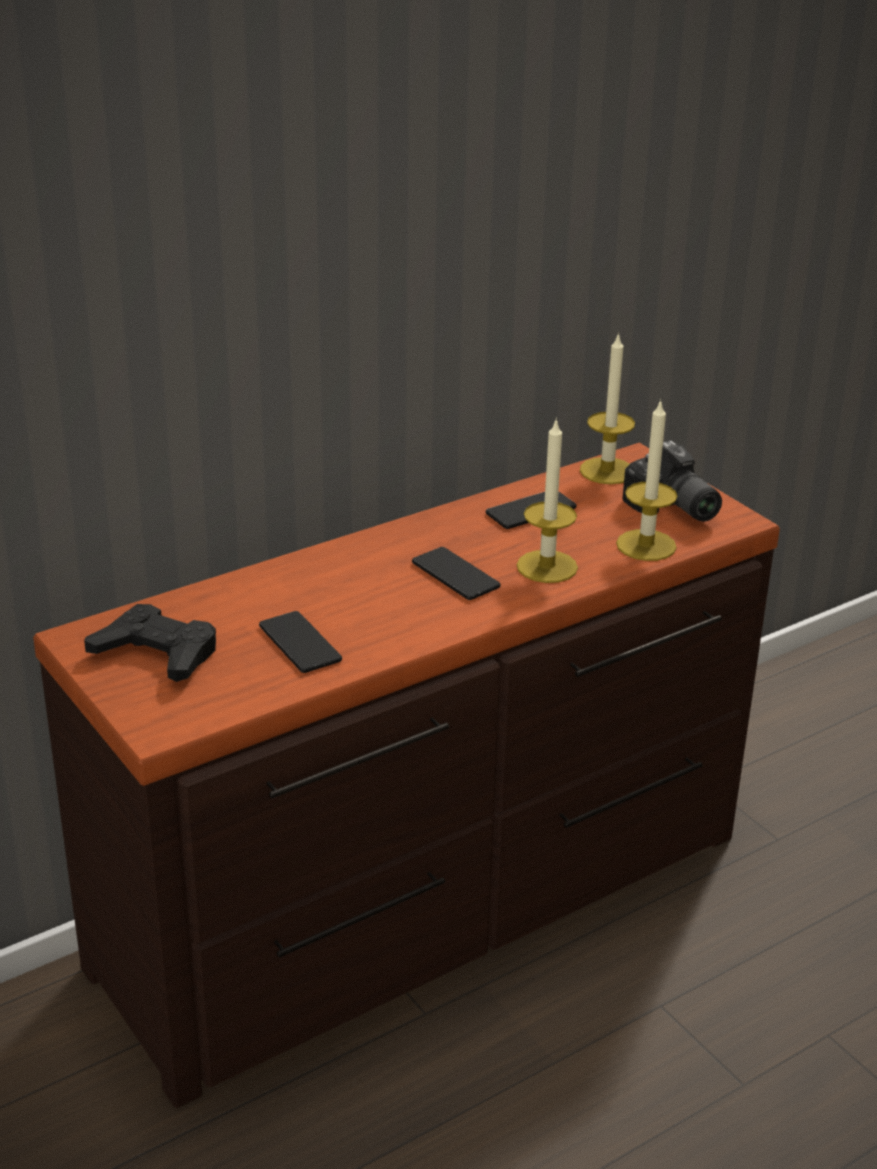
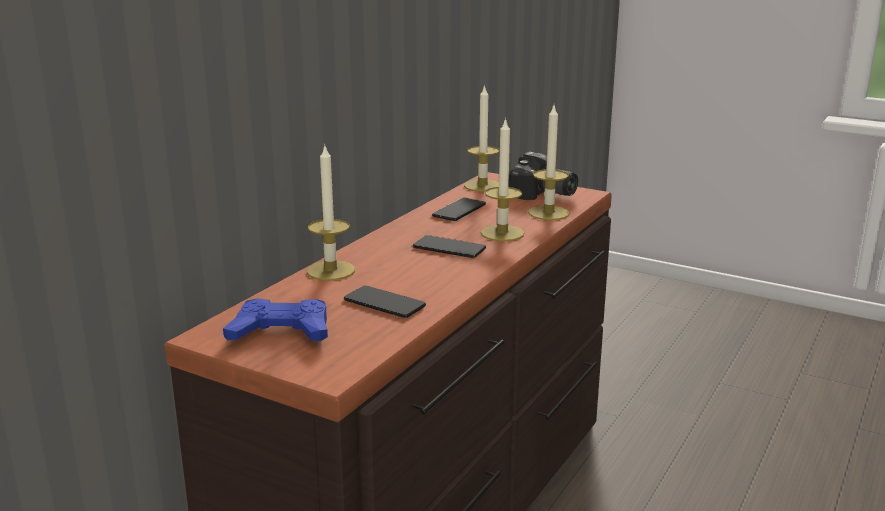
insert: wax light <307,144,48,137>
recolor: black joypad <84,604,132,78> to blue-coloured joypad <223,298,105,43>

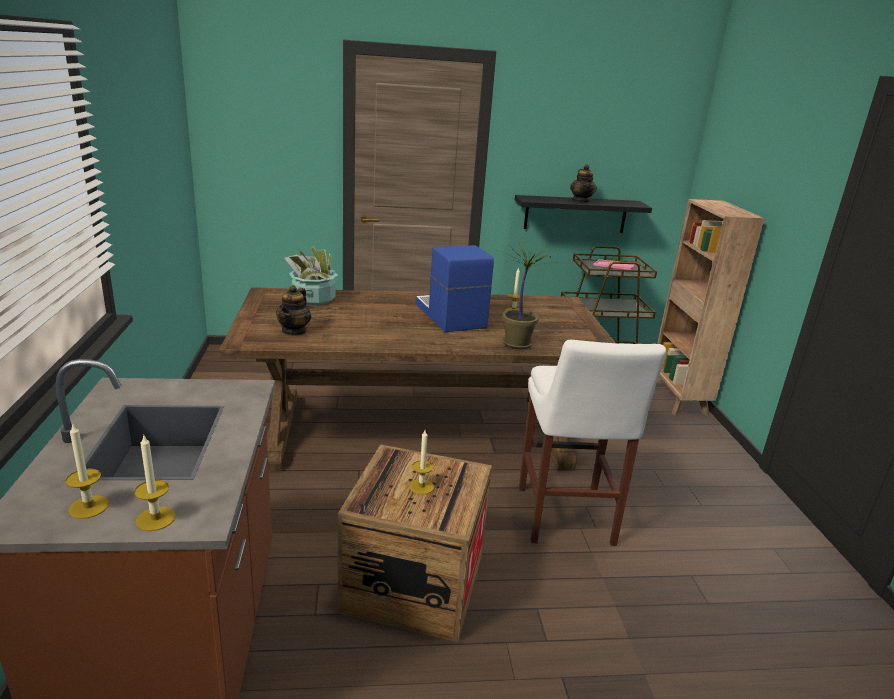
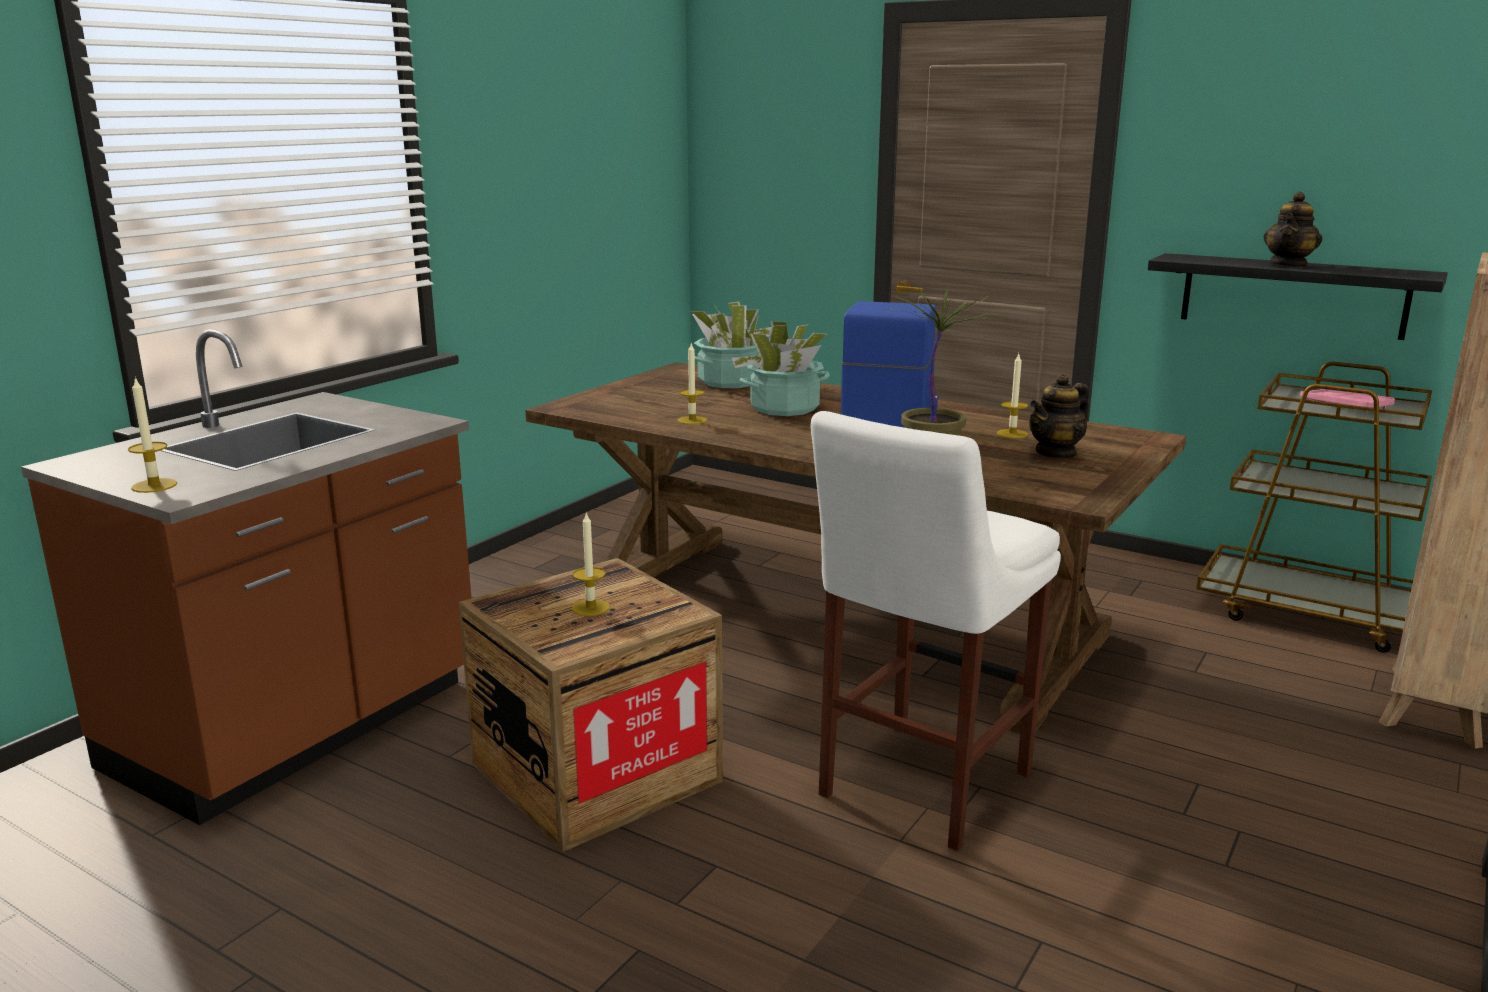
insert: plant in a pot <732,321,98,95>
move: wax light <65,424,44,95> to <678,343,29,82>; tea pot <276,285,35,51> to <1029,373,60,86>

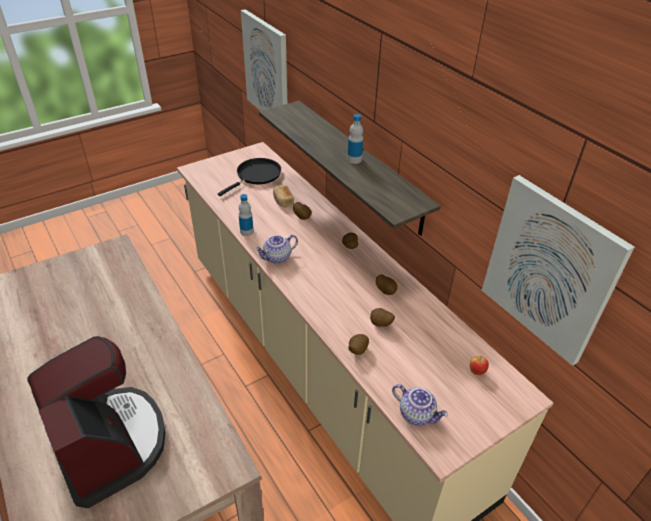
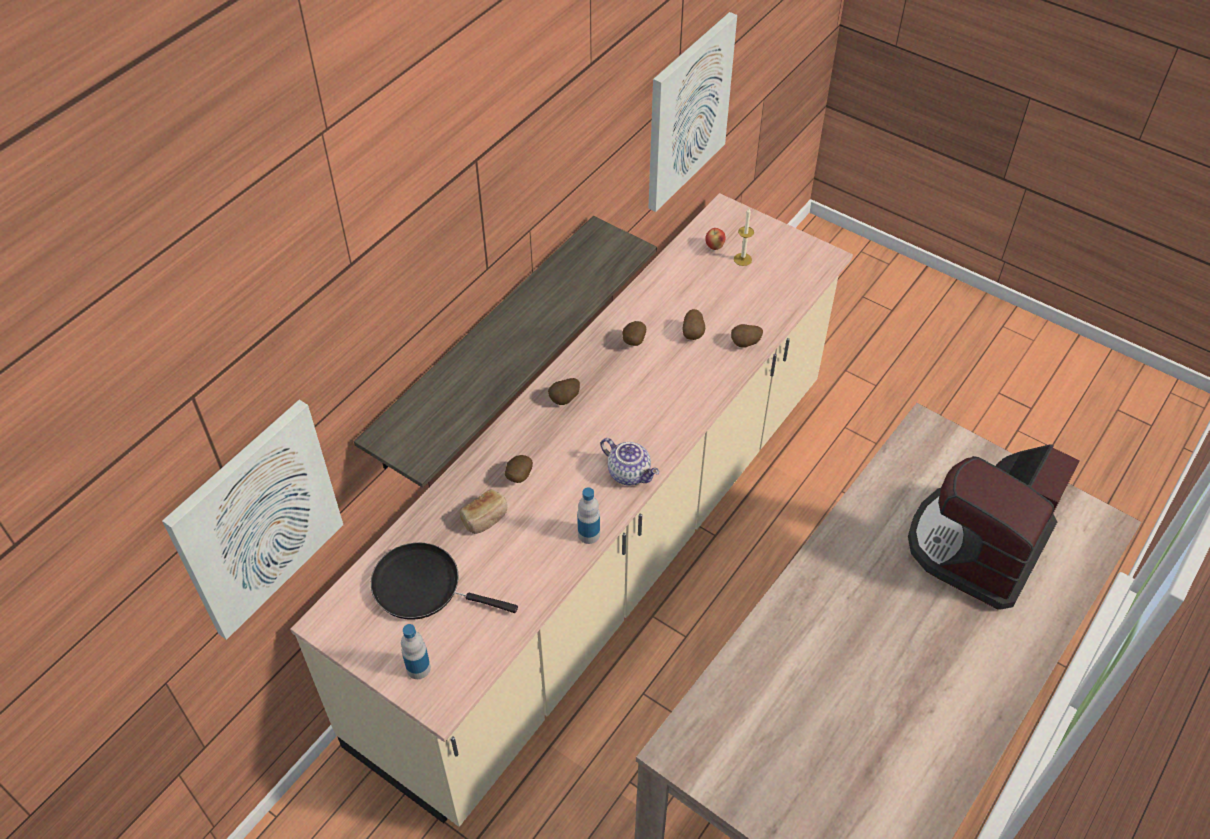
delete: tea pot <392,384,56,42>
insert: wax light <734,209,20,57>
move: beverage bottle <347,114,16,50> to <401,624,30,55>

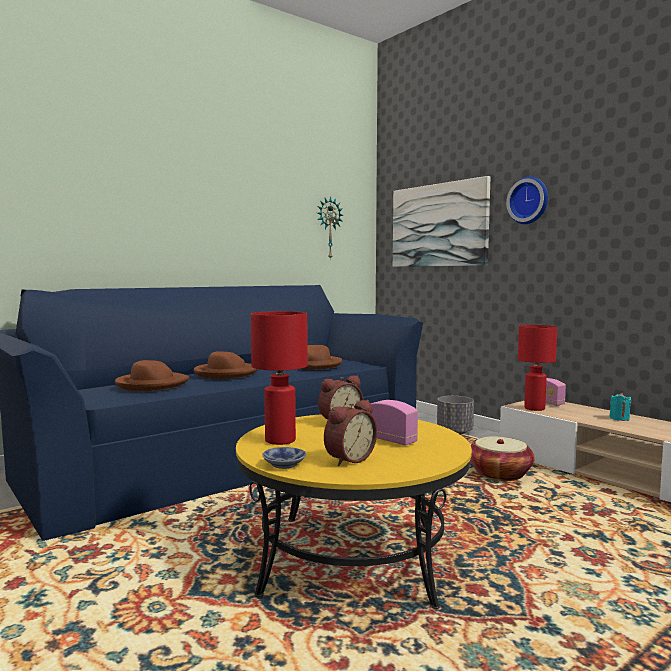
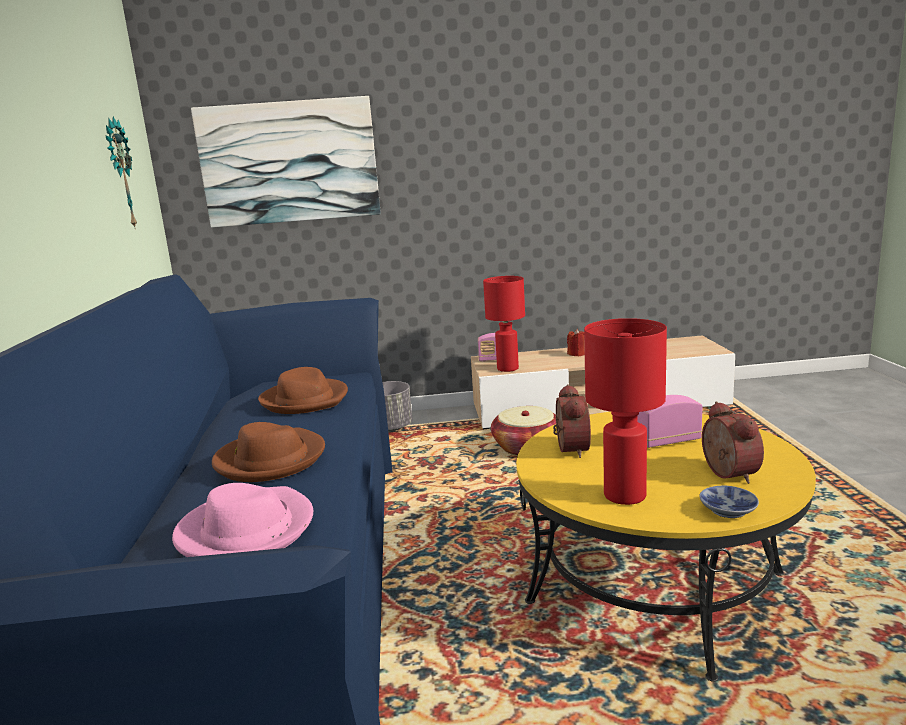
delete: hanging clock <506,177,42,47>
recolor: brown wearable hat <115,360,74,31> to pink wearable hat <172,483,141,74>; turquoise wax light <610,393,21,28> to reddish wax light <567,329,18,27>

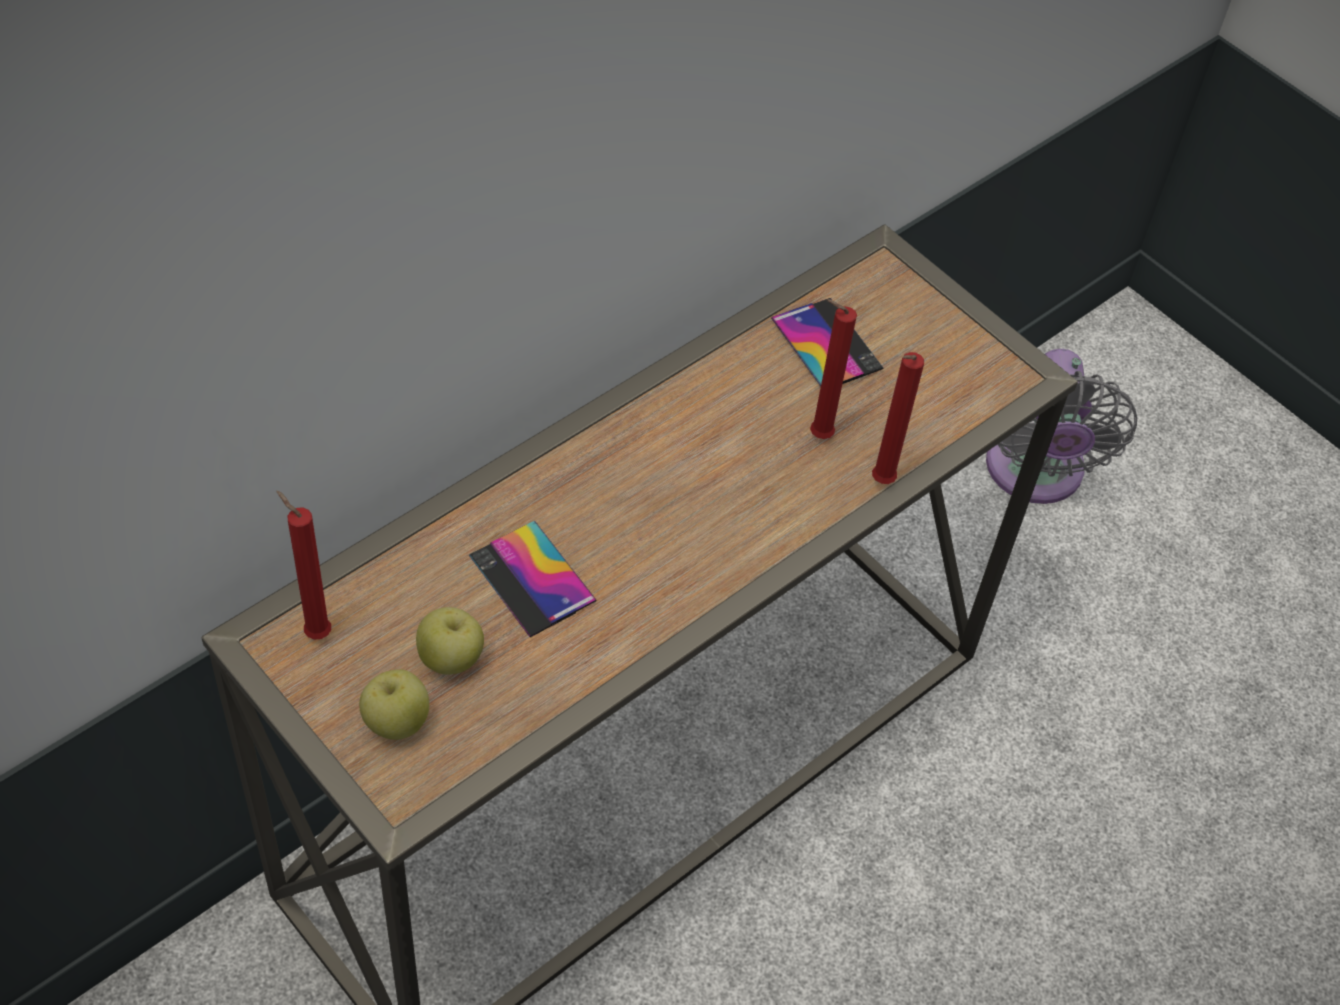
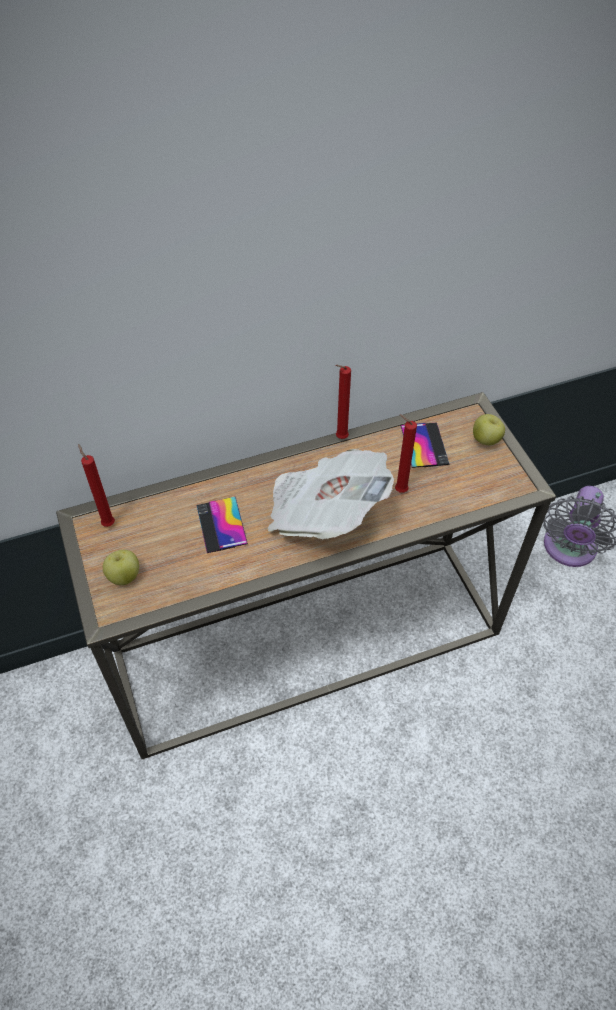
insert: printed paper <268,449,126,90>
move: reddish wax light <872,352,52,132> to <335,365,16,74>; apple fruit <416,607,68,68> to <473,414,32,31>

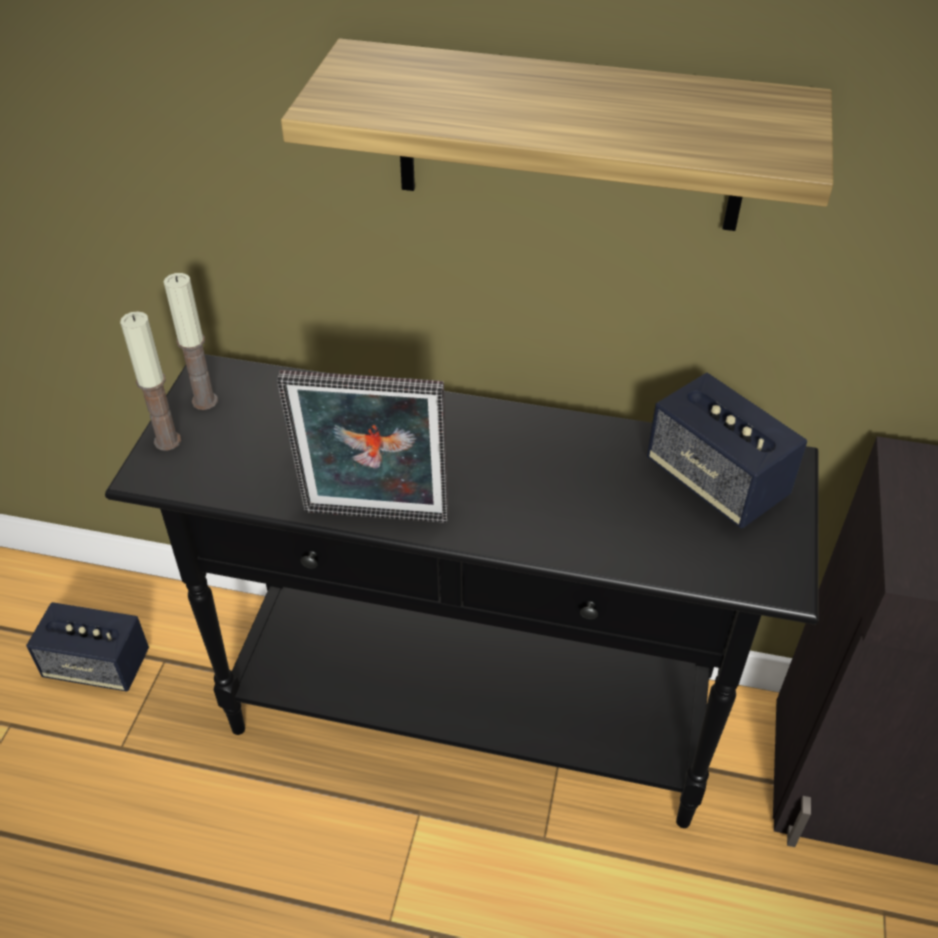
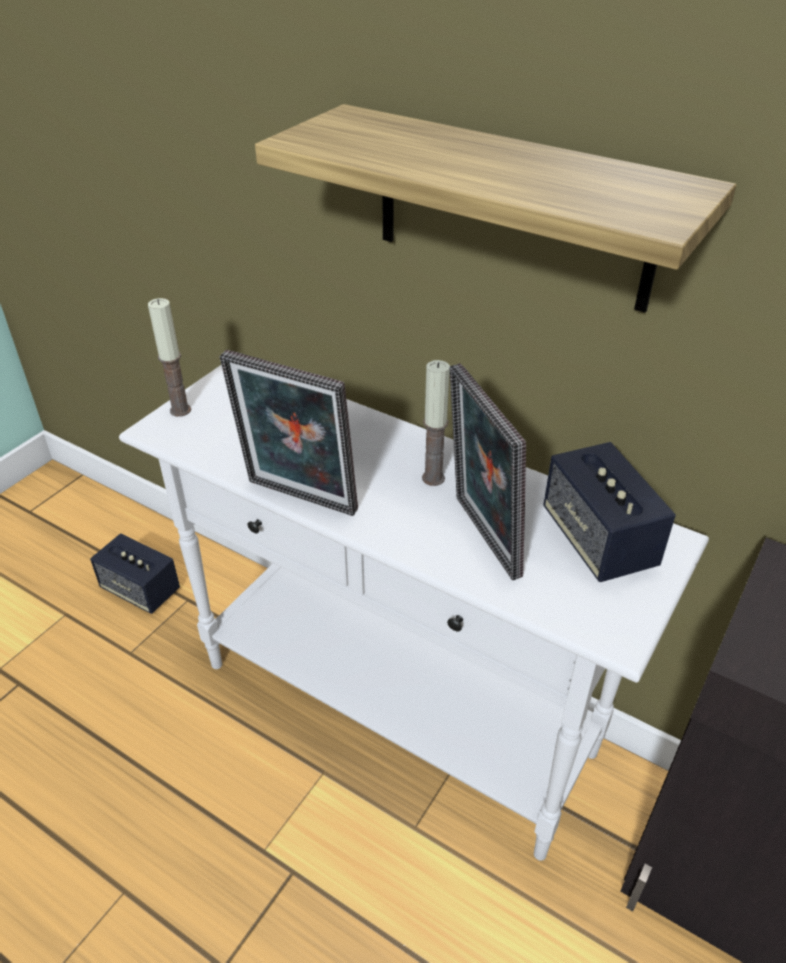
insert: standing frame <449,363,77,217>
move: wax light <164,273,54,137> to <422,360,28,126>
recolor: black narrow table <105,354,713,474> to white-coloured narrow table <119,365,590,496>

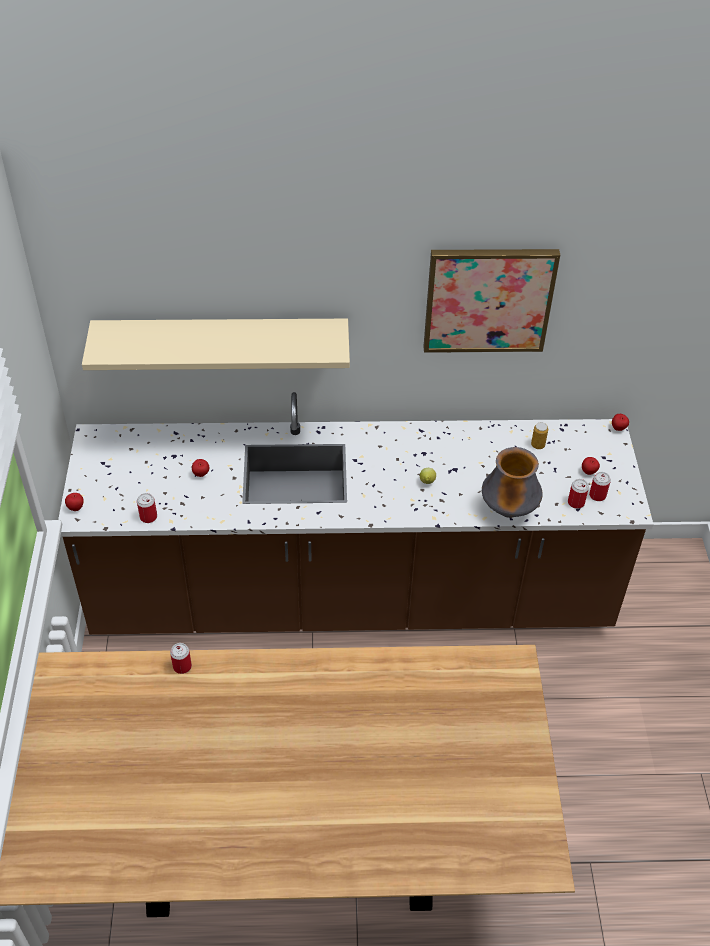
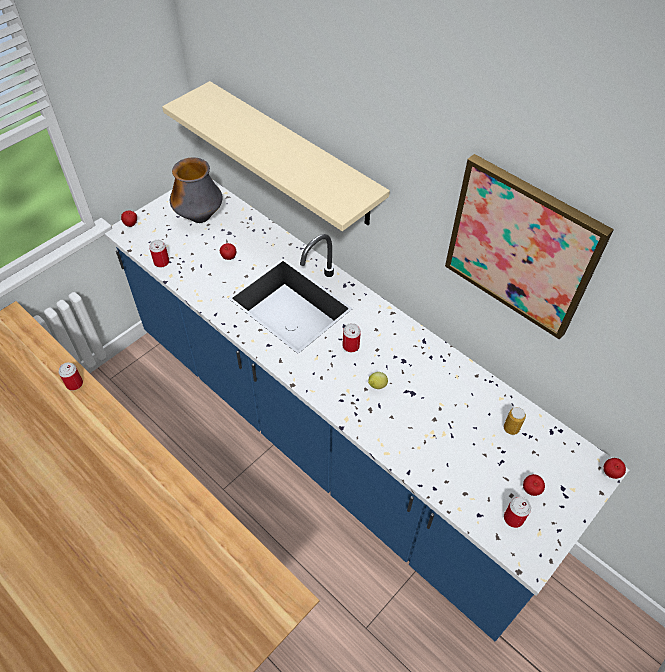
move: flower vase <482,447,61,71> to <170,158,53,65>; metal can <568,479,21,30> to <342,323,19,29>
recolor: brown kitchen counter <58,392,596,243> to blue-coloured kitchen counter <103,179,526,462>

